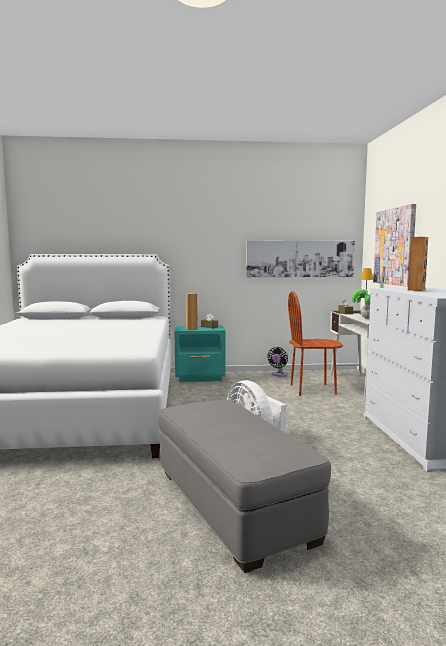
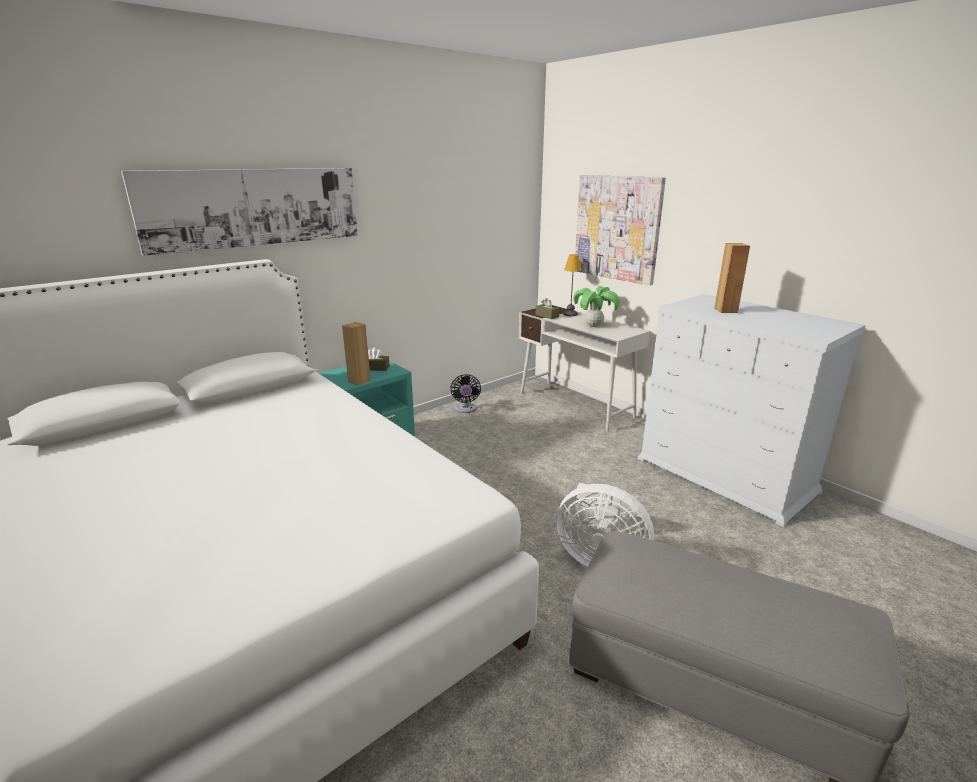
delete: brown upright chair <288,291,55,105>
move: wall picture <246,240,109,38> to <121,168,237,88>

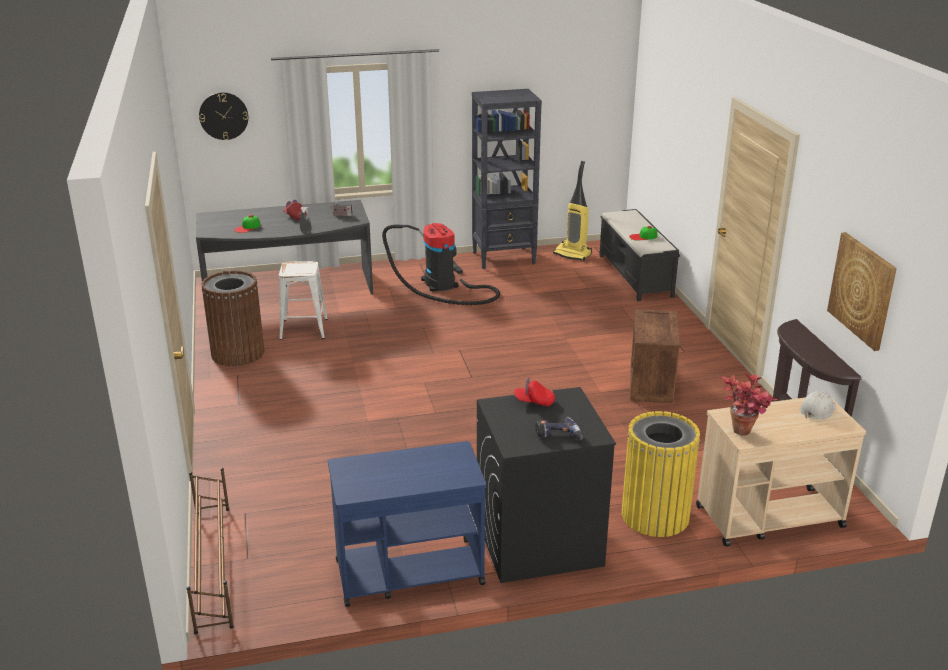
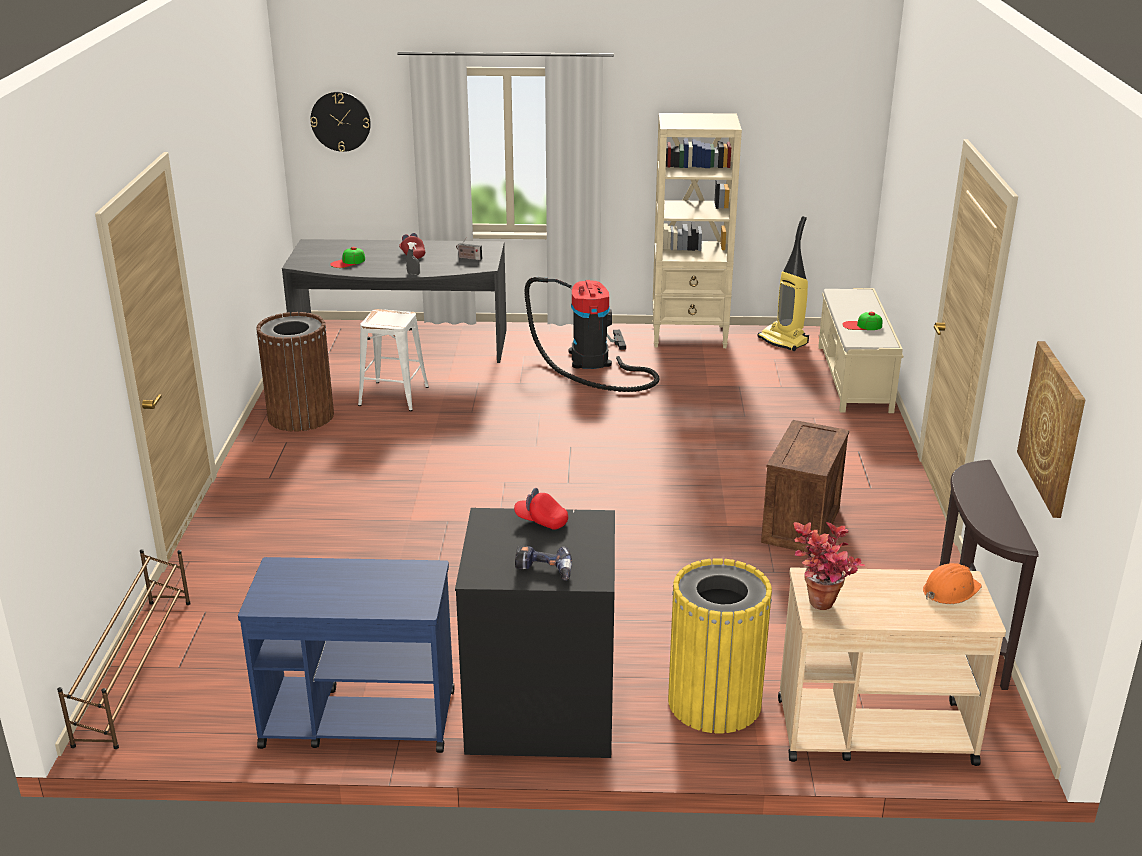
recolor: black bookshelf <472,89,70,180> to beige-coloured bookshelf <653,113,89,235>; black long seat <599,209,81,92> to beige-coloured long seat <818,288,85,125>; white-coloured work helmet <800,391,36,28> to orange work helmet <923,563,59,41>

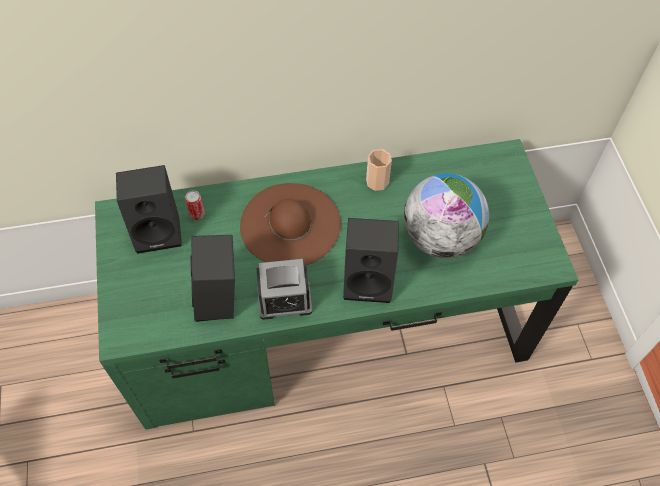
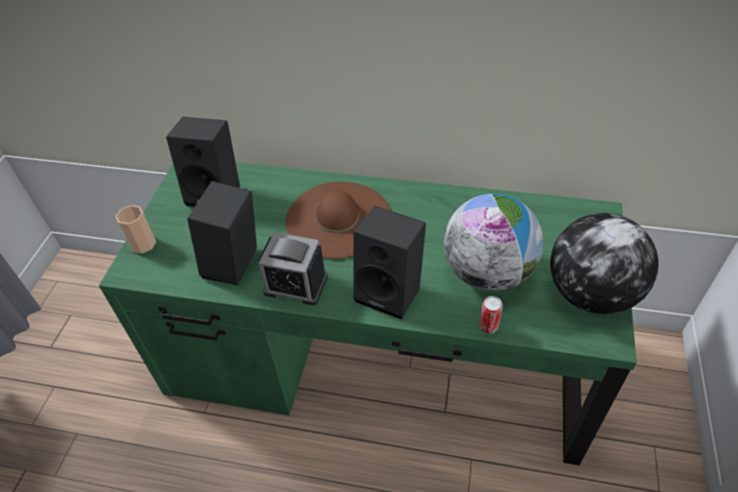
insert: globe <550,213,108,101>
move: drinking cup <366,149,26,42> to <115,205,41,49>; metal can <185,190,20,30> to <479,296,24,37>

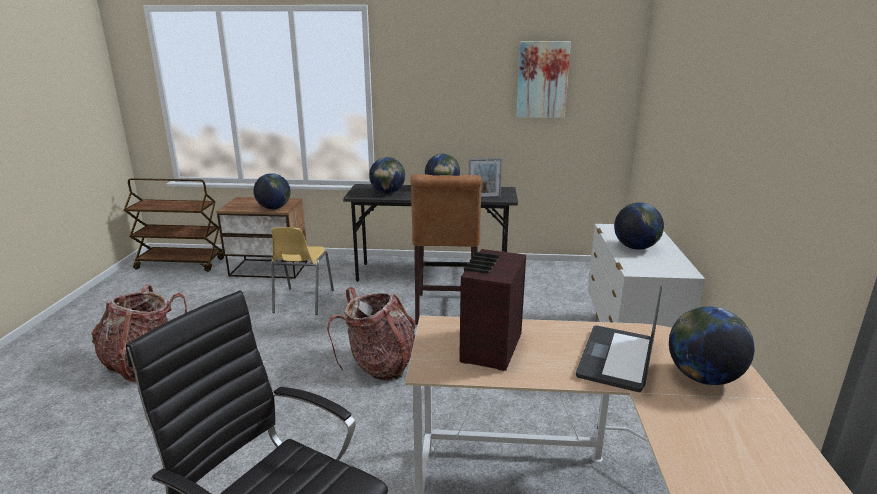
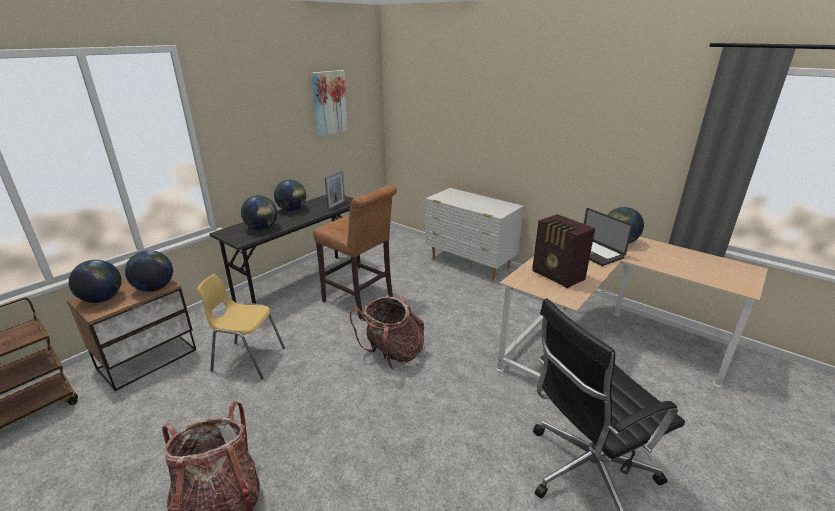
move: globe <614,203,50,47> to <69,260,53,43>
rotate: yellow-coloured upright chair <271,227,63,88> = <197,274,88,105> 150 degrees clockwise

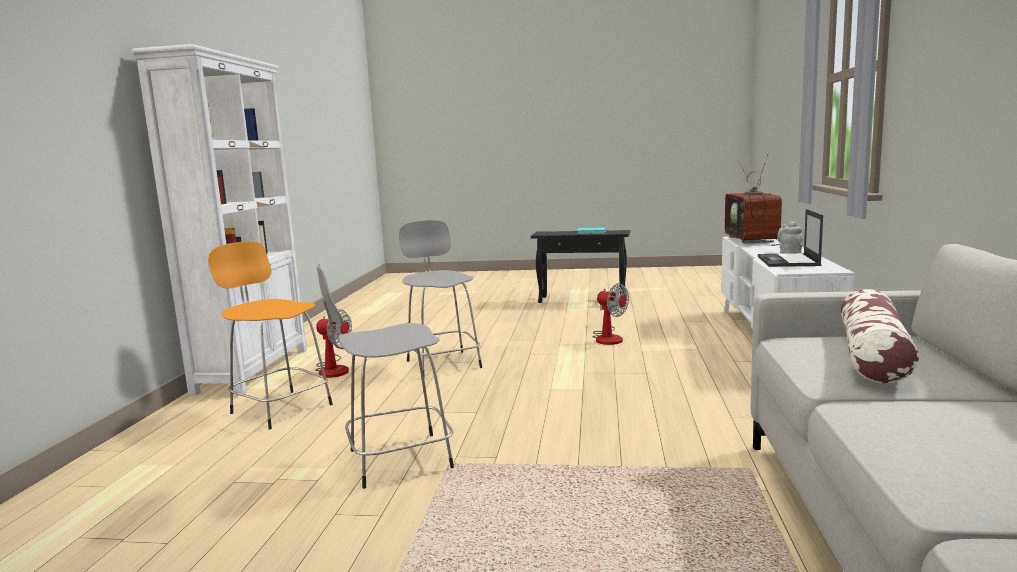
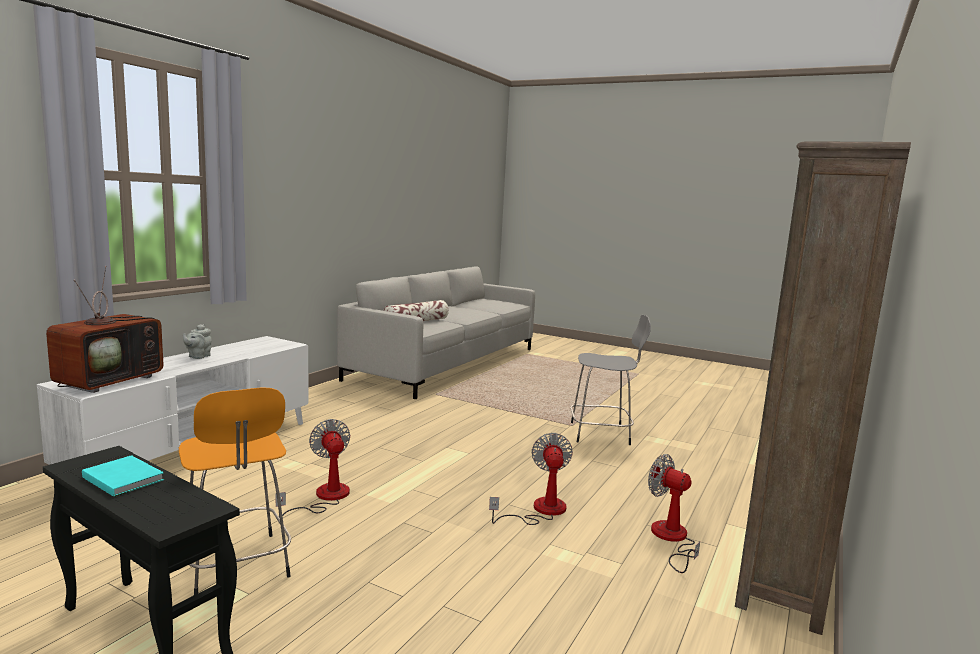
delete: portable computer <758,209,65,58>
move: orange stool seat <208,241,125,188> to <179,387,112,208>
replace: gray stool seat <399,220,83,154> to cooling fan <489,433,84,92>
recolor: white-coloured bookshelf <132,44,175,352> to brown bookshelf <735,141,176,494>

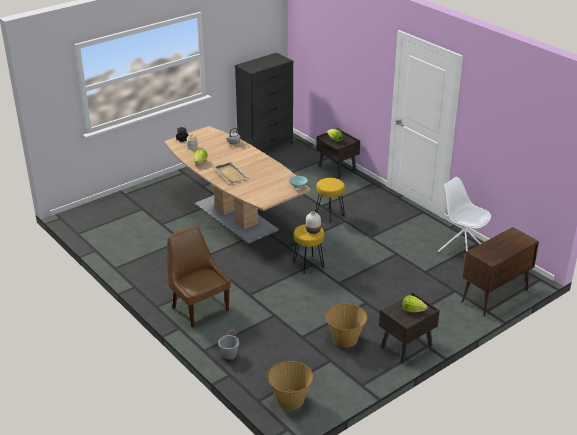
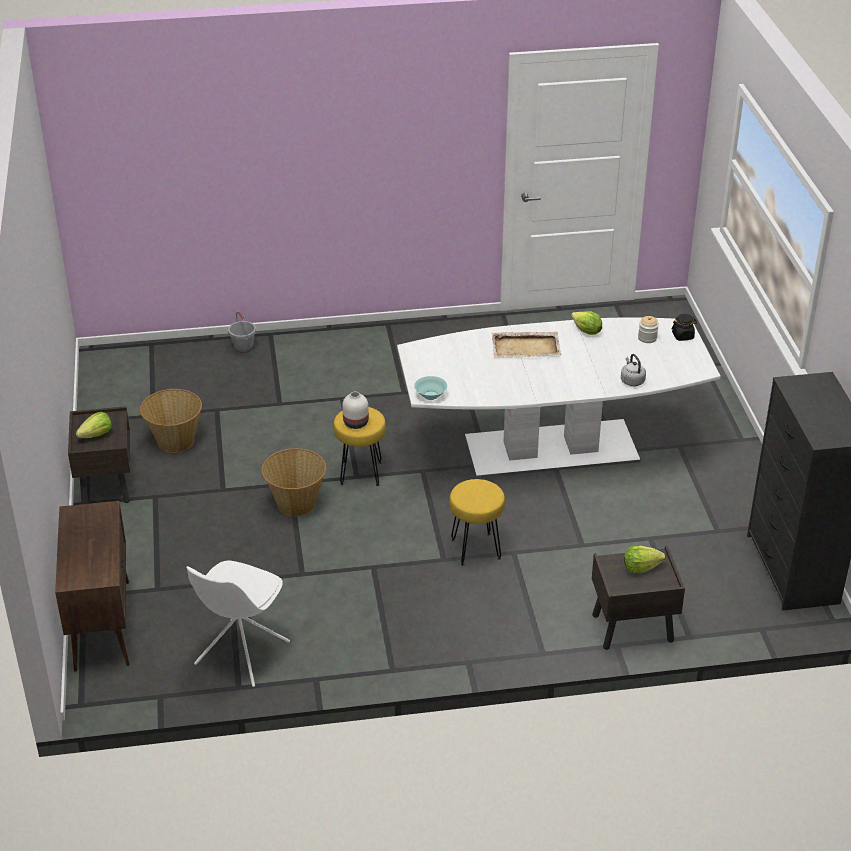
delete: brown upright chair <167,226,64,101>
move: household basket <267,361,46,49> to <261,448,65,68>
recolor: brown kitchen table <164,126,146,118> to white-coloured kitchen table <397,317,324,161>
rotate: white-coloured upright chair <438,177,53,75> = <186,561,104,126> 135 degrees clockwise

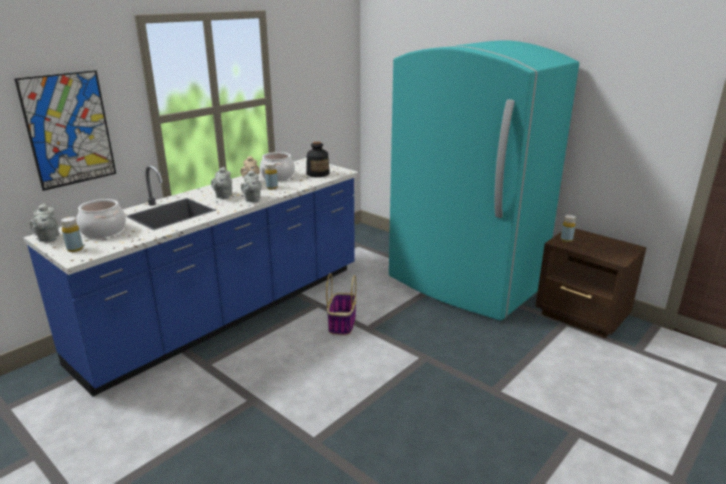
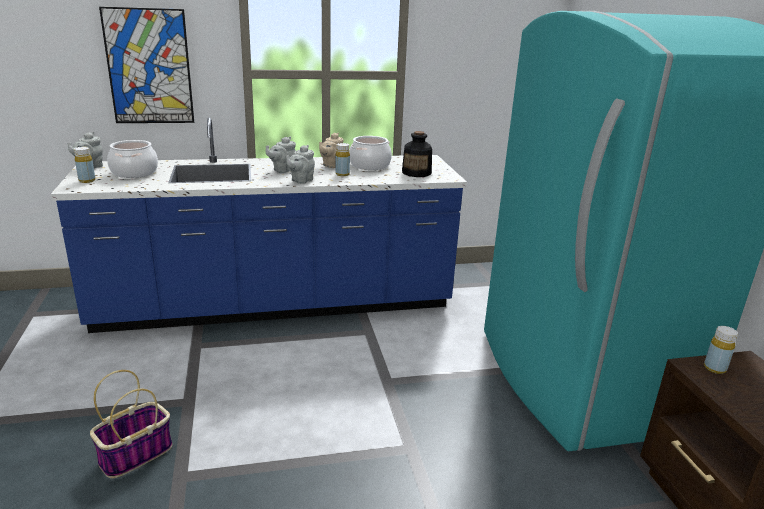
move: household basket <326,273,30,63> to <90,370,83,108>

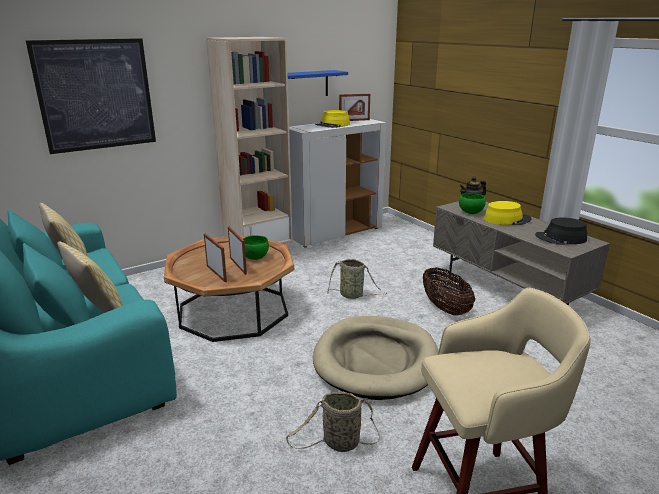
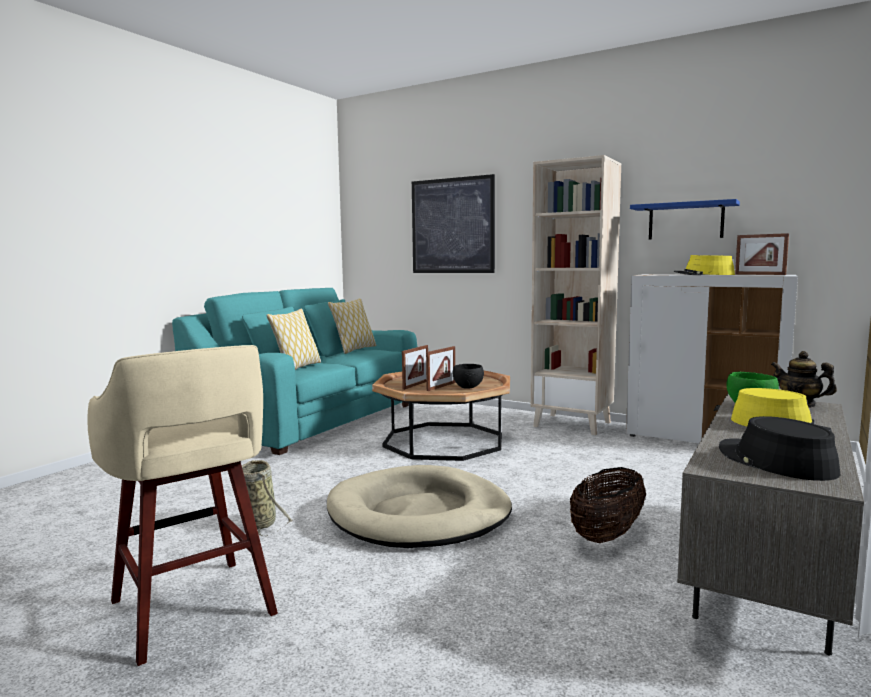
delete: household basket <327,259,61,40>
recolor: green-coloured bowl <243,235,26,25> to black bowl <453,364,31,25>

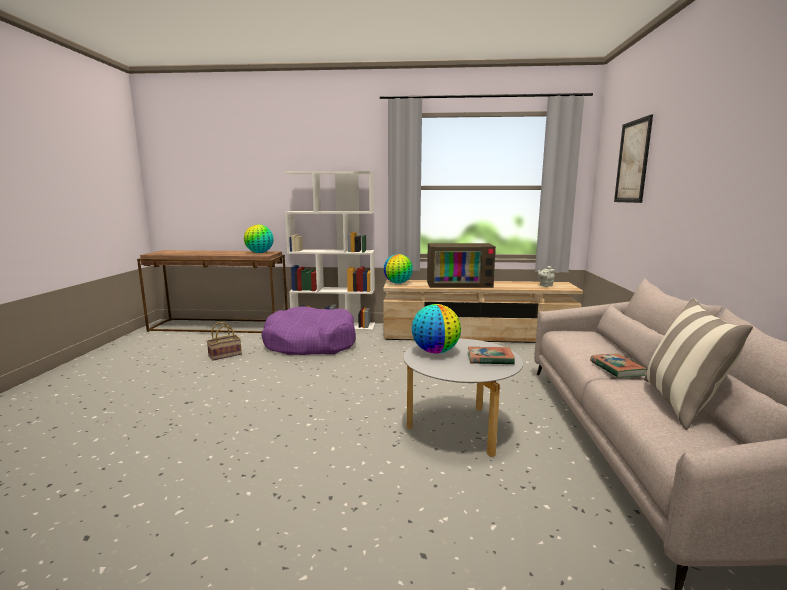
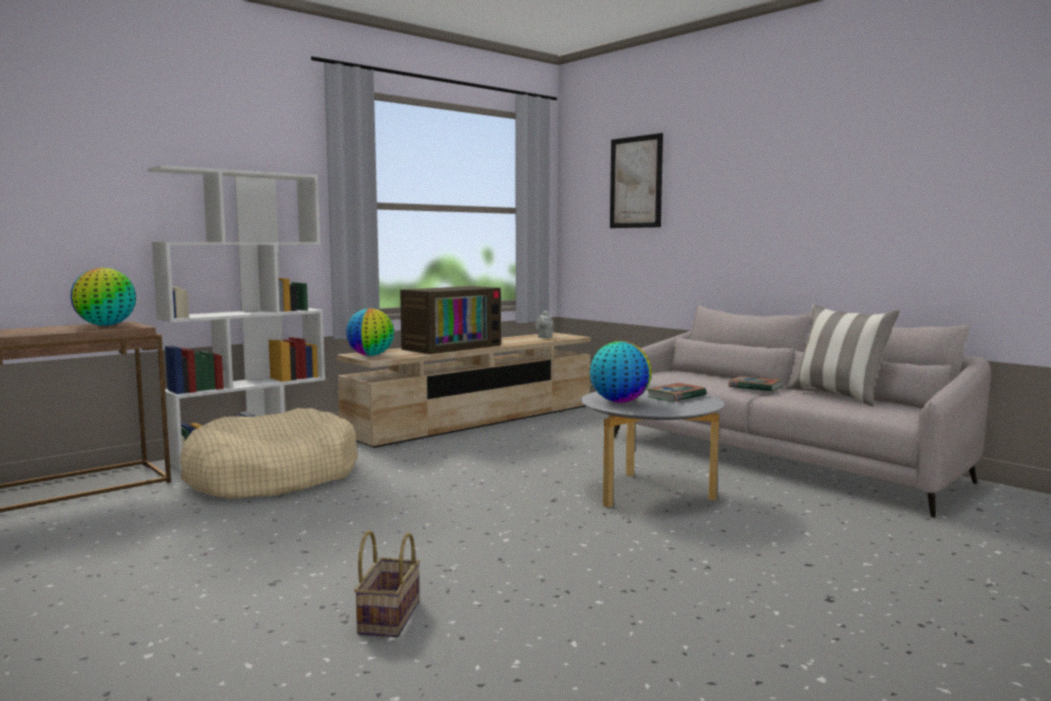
move: household basket <206,322,36,39> to <354,530,66,107>
recolor: purple-coloured pet bed <262,306,94,49> to beige-coloured pet bed <180,408,178,91>

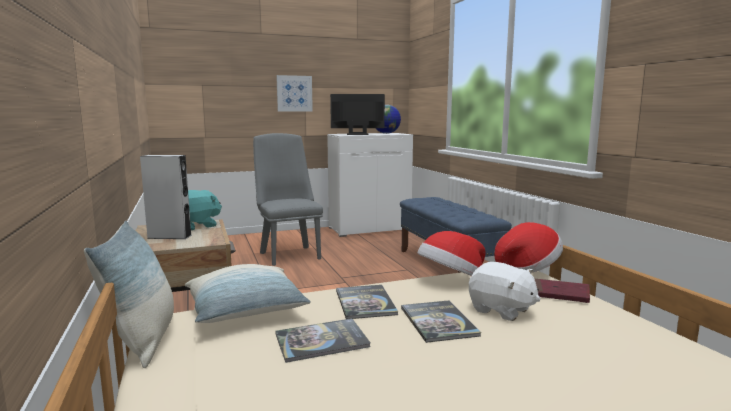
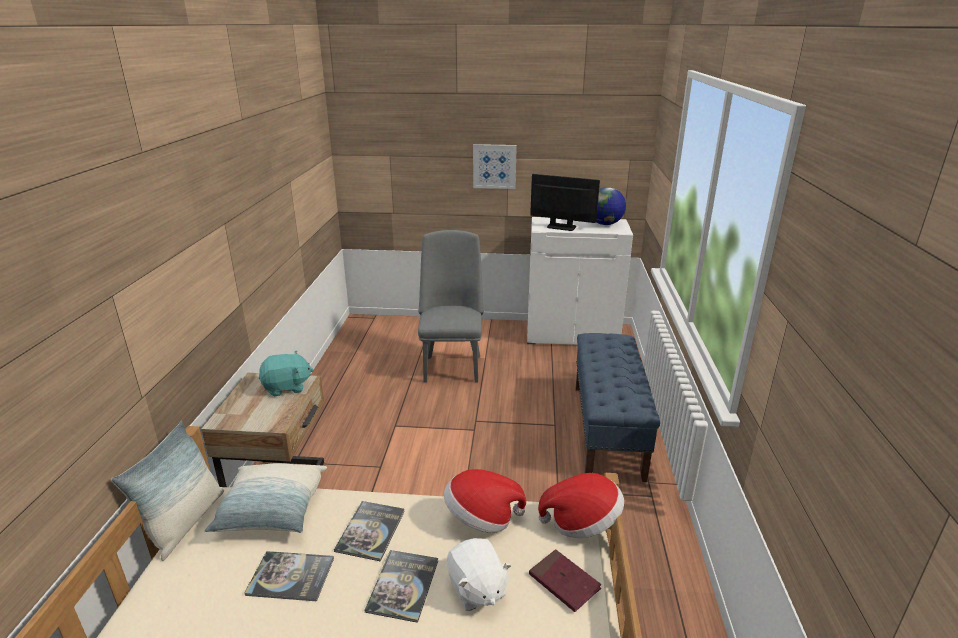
delete: gray speaker <140,155,52,84>

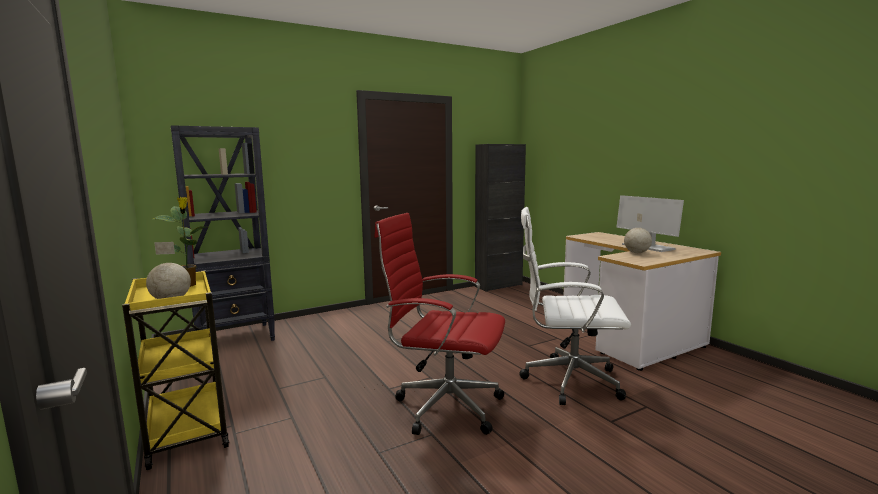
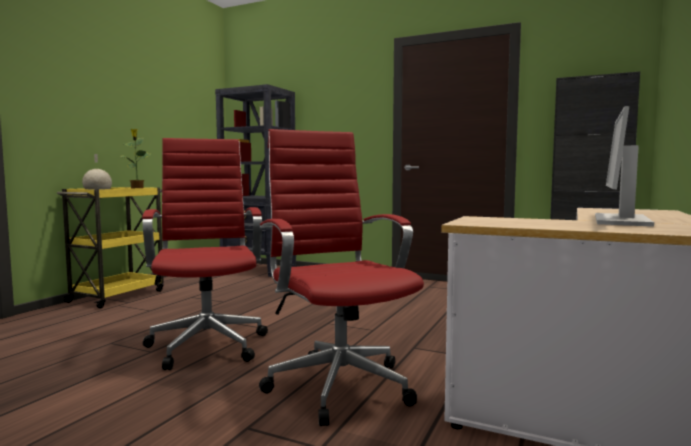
delete: globe <624,213,28,40>
recolor: white-coloured desk chair <519,207,112,198> to reddish desk chair <259,129,165,297>

